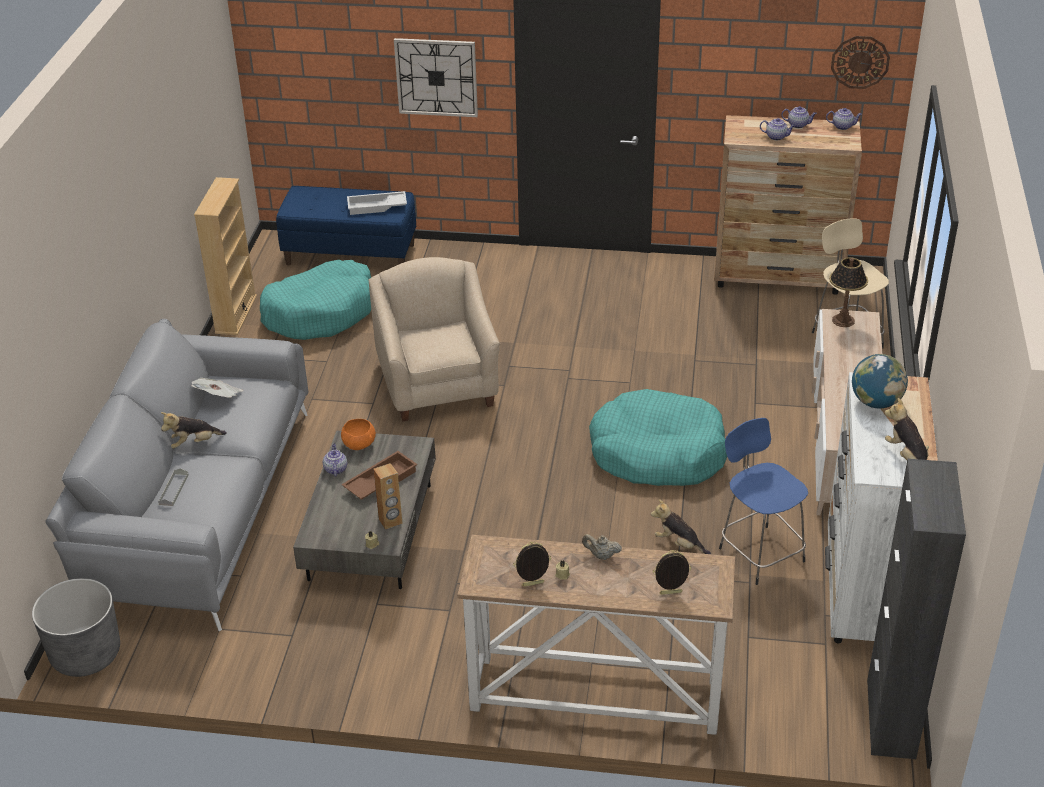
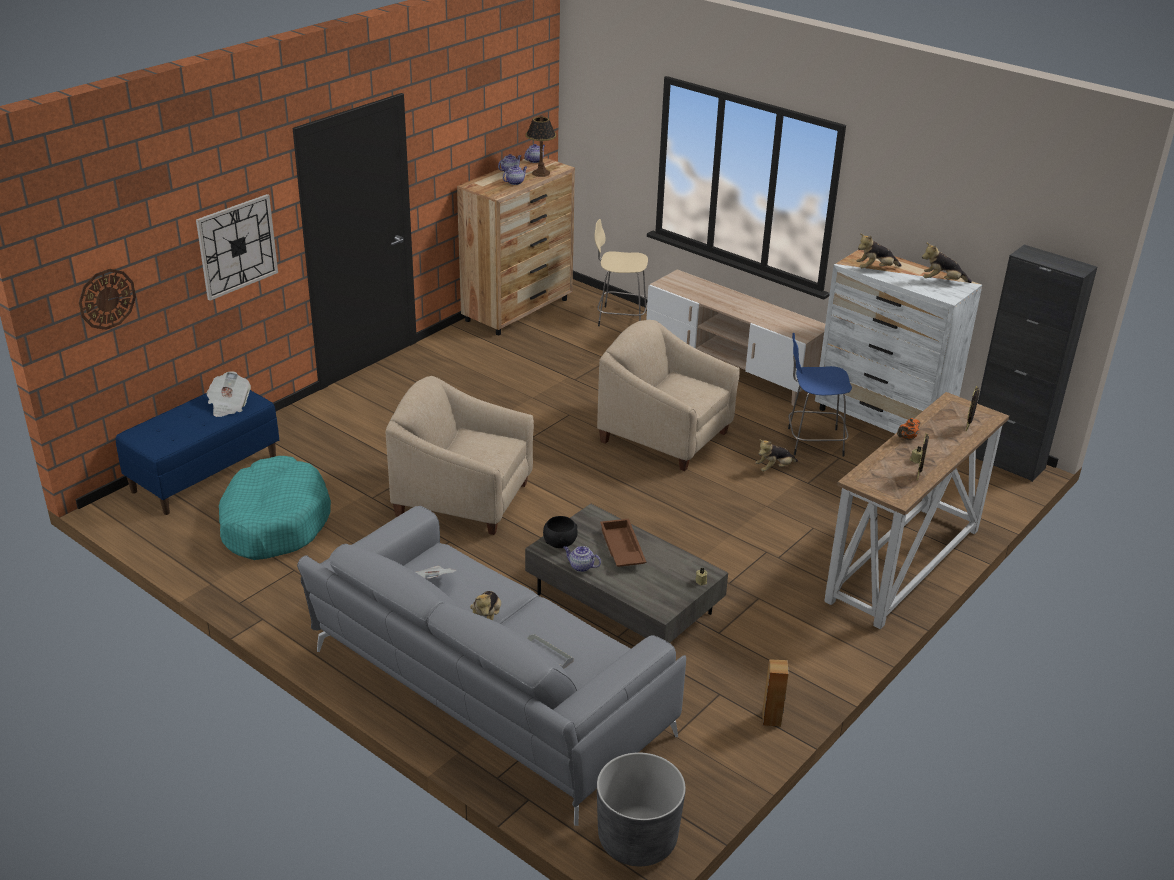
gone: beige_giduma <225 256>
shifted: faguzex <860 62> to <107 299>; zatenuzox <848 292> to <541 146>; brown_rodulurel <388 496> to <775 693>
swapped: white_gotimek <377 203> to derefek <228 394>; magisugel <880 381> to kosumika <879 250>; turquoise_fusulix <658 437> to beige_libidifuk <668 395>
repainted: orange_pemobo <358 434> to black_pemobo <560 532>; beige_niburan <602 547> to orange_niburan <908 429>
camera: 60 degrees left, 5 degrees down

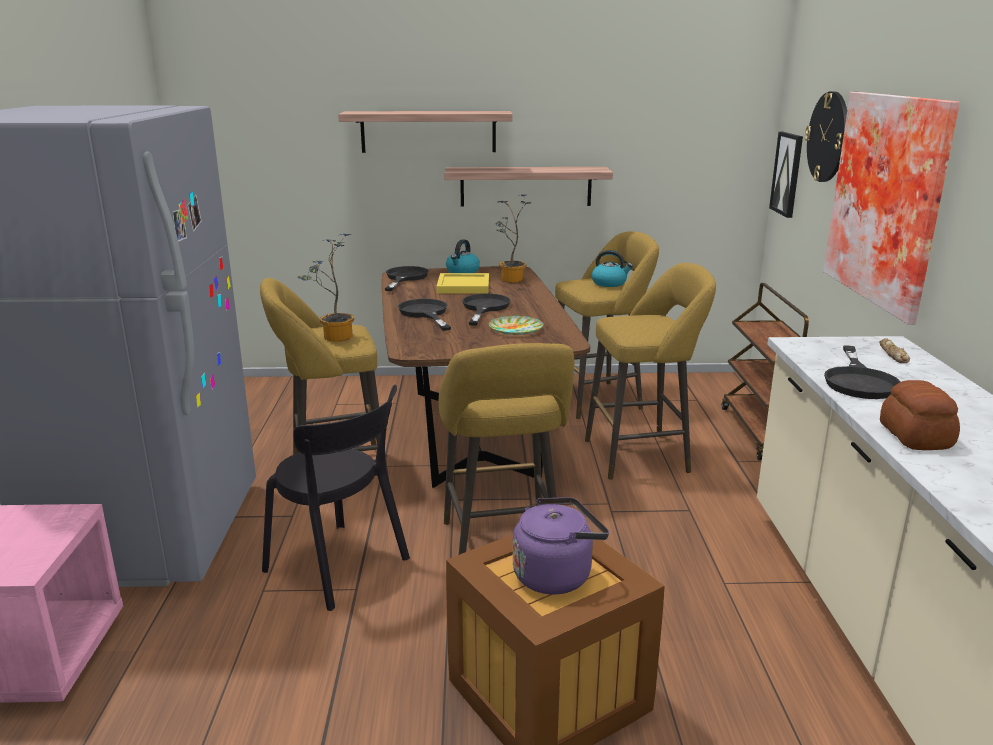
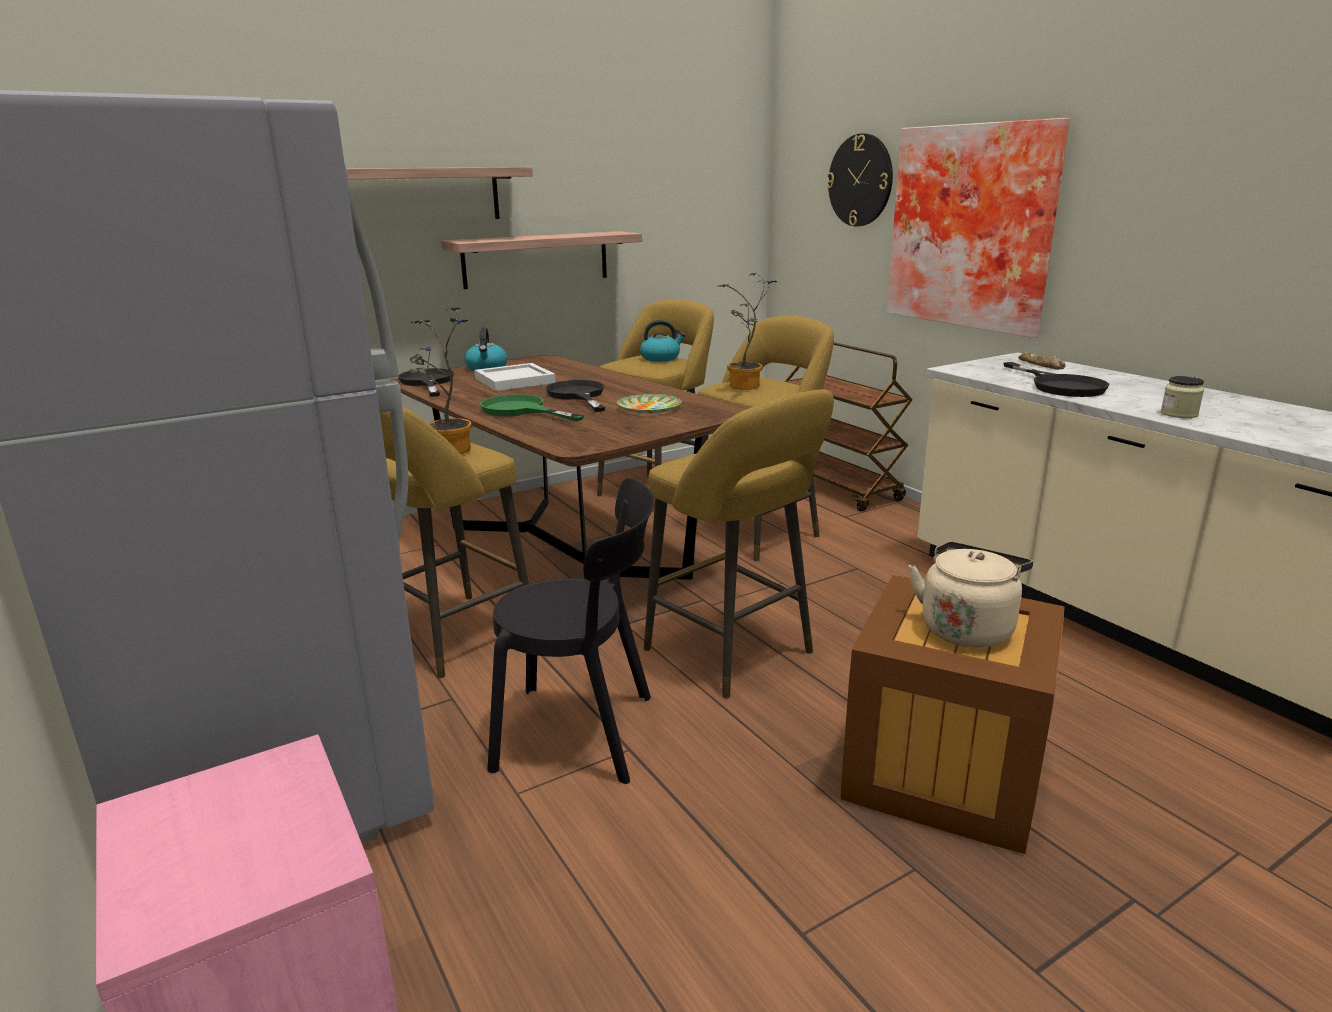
gone: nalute <786 175>
shifted: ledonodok <513 238> to <747 331>
swapped: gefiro <920 415> to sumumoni <1182 397>
repainted: yellow_gotimek <462 283> to white_gotimek <515 377>; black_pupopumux <424 315> to green_pupopumux <532 408>; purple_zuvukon <561 545> to beige_zuvukon <971 594>
camera: 30 degrees left, 0 degrees up

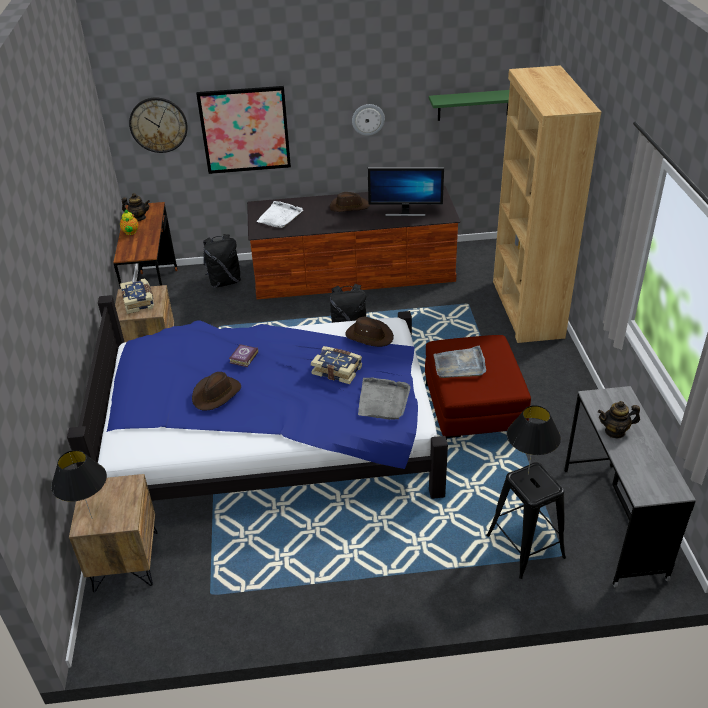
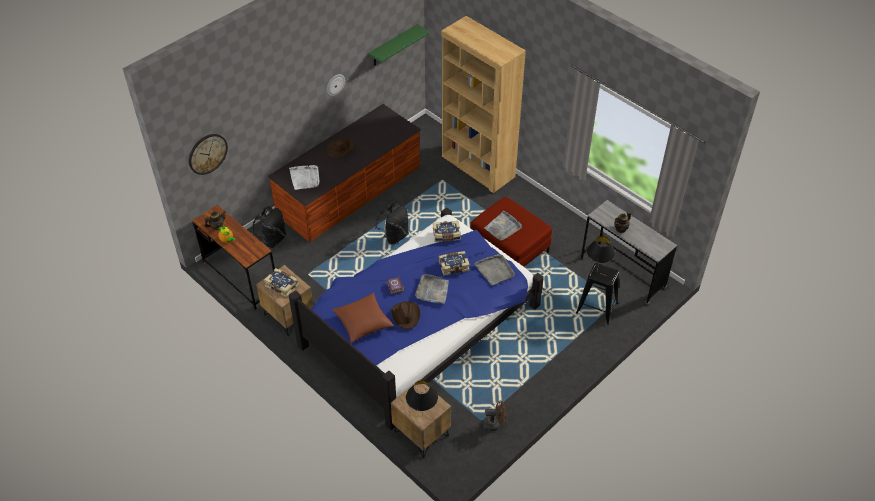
gone: nalute <243 130>; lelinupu <406 191>
new: grey_gotimek <432 289>; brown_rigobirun <363 318>; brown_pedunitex <494 416>
swapped: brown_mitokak <369 332> to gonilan <447 231>
camera: 40 degrees left, 10 degrees up

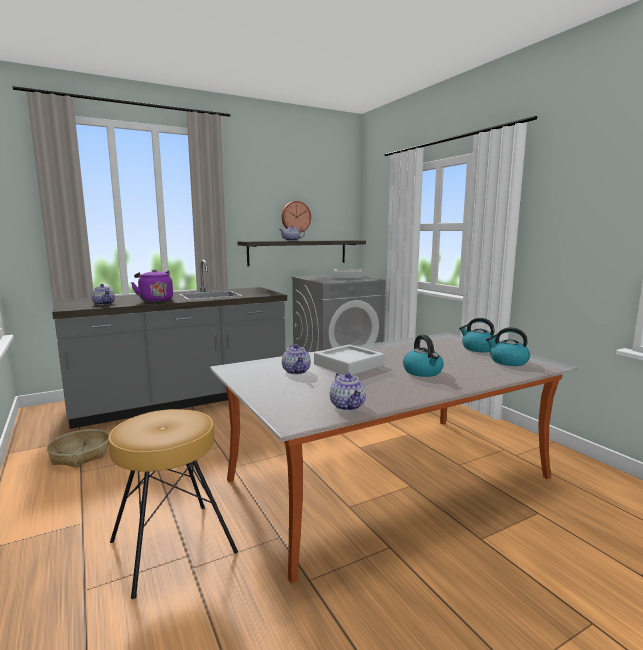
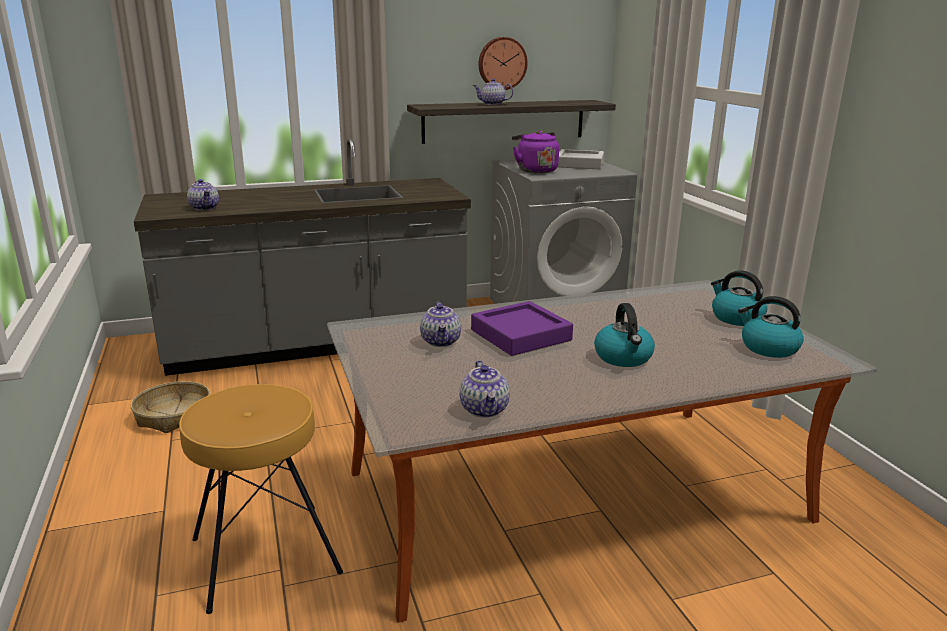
shifted: purple_zuvukon <152 285> to <535 151>
repainted: grey_gotimek <349 360> to purple_gotimek <522 328>
camera: 10 degrees right, 10 degrees up

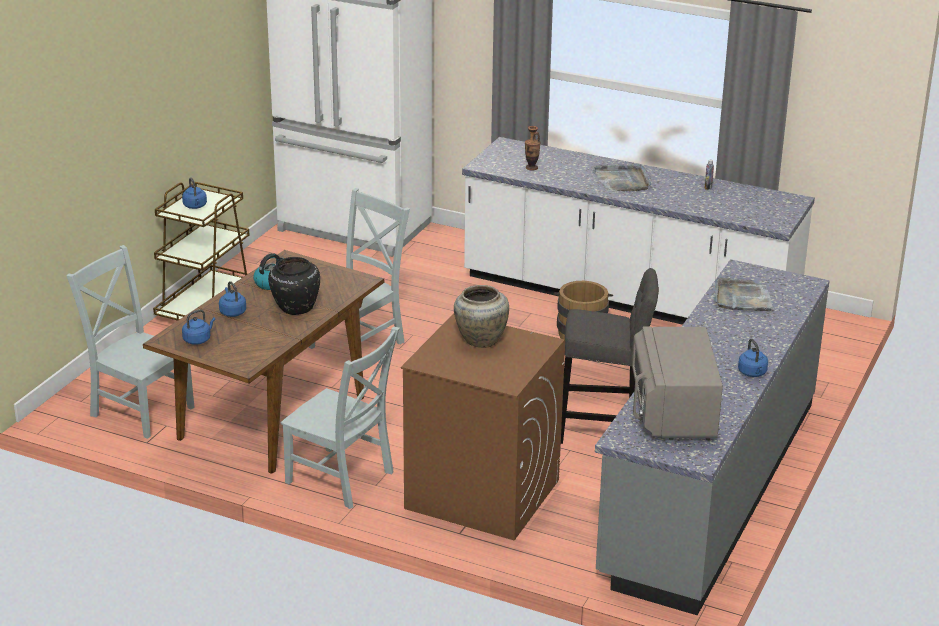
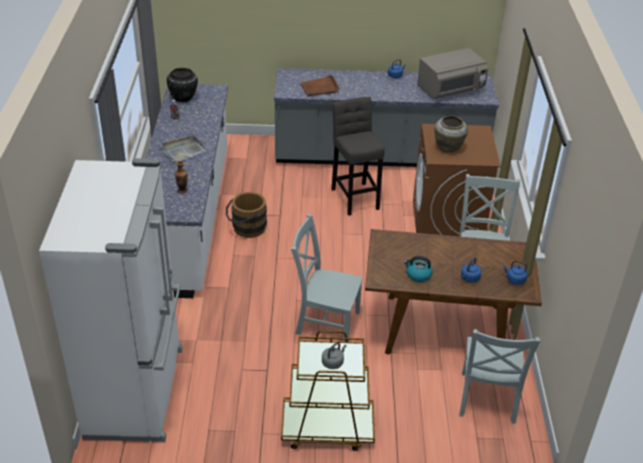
shifted: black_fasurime <294 286> to <182 85>
repainted: blue_zuvukon <194 193> to grey_zuvukon <334 355>; grey_gotimek <744 294> to brown_gotimek <320 85>
camera: 115 degrees left, 10 degrees up

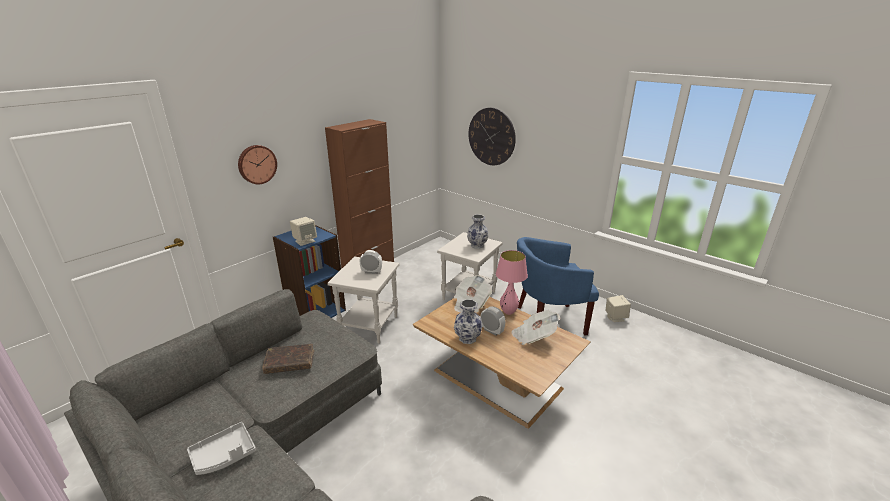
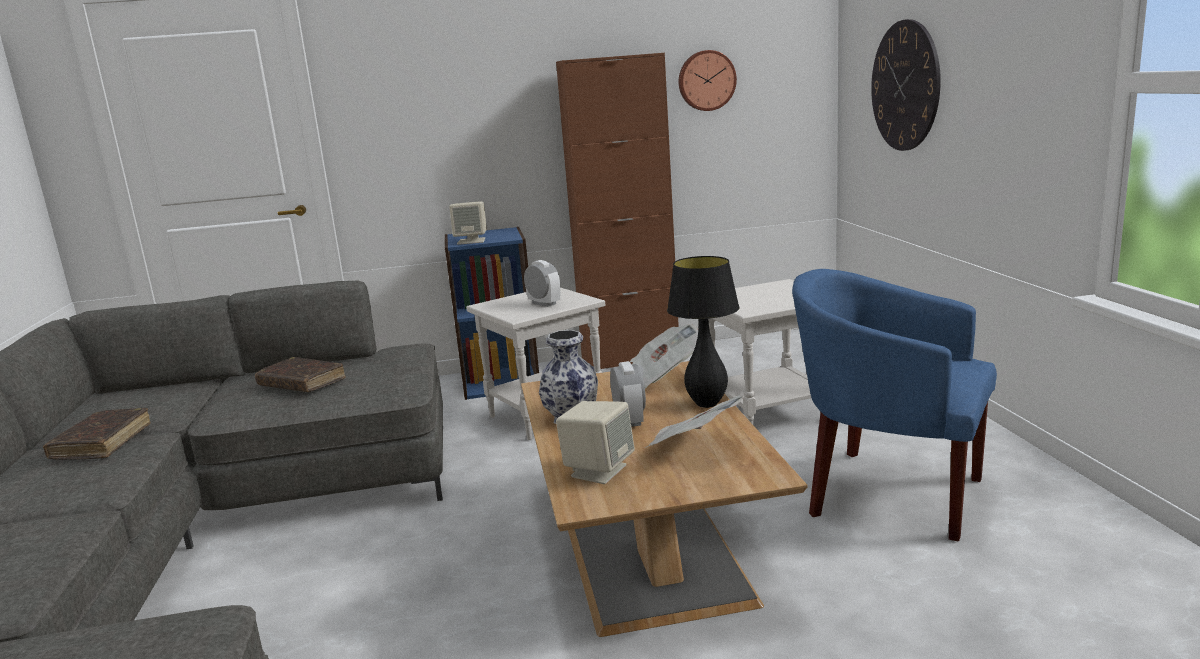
gone: fasurime <477 231>
shifted: faguzex <257 164> to <708 80>; beige_rodulurel <618 308> to <595 442>
swapped: grey_gotimek <221 448> to brown_gonilan <97 434>
repainted: pink_zatenuzox <512 282> to black_zatenuzox <703 332>
camera: 40 degrees right, 10 degrees down

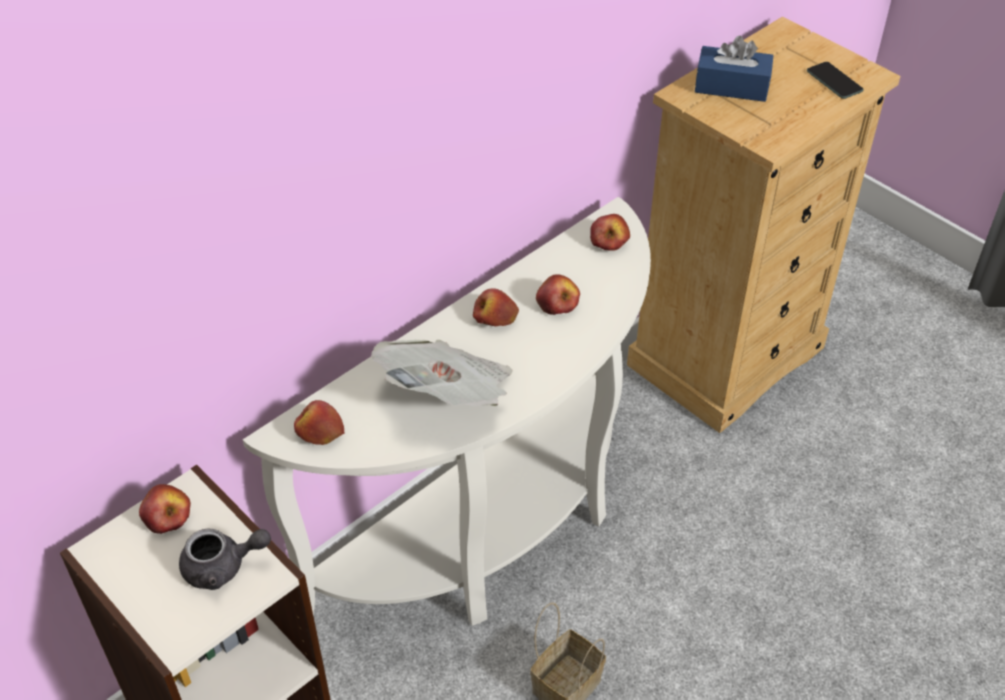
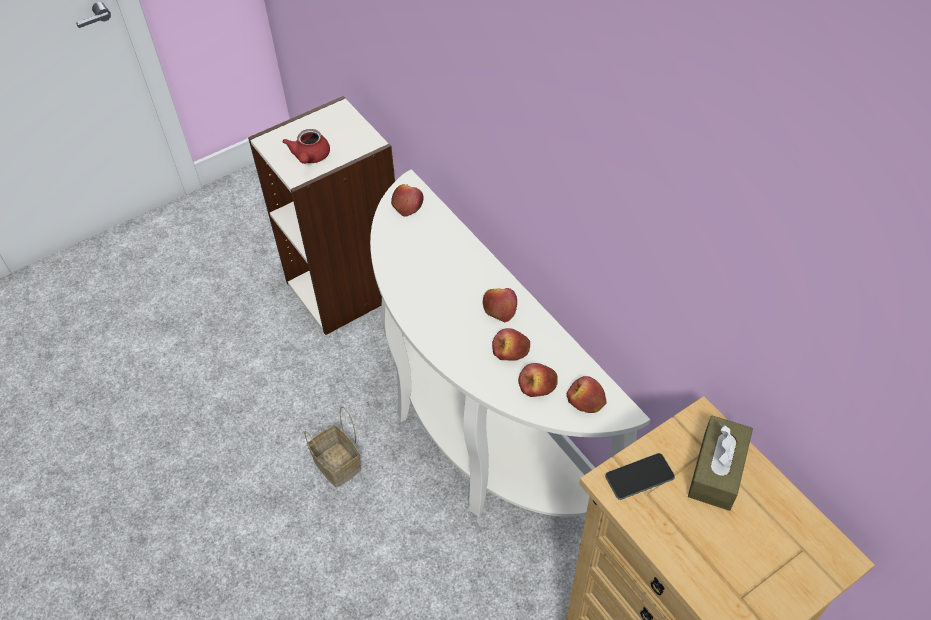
gone: derefek <442 373>
shifted: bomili <835 80> to <640 476>; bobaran <165 509> to <538 380>
repainted: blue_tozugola <734 69> to brown_tozugola <720 463>; grey_niburan <225 559> to red_niburan <306 146>
camera: 100 degrees right, 5 degrees up

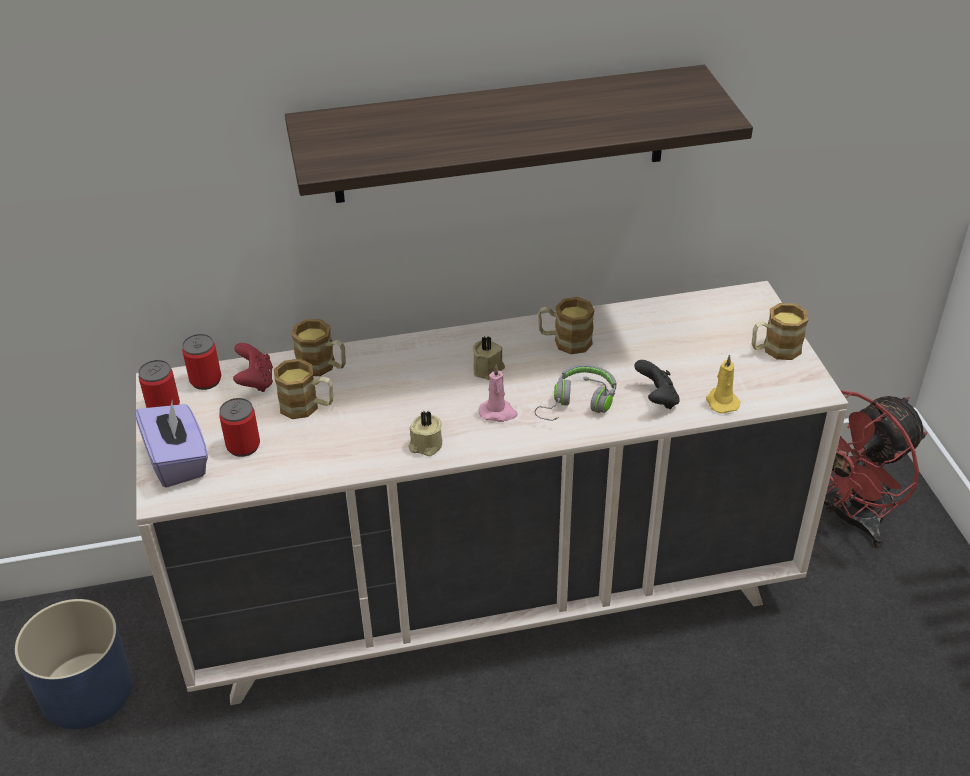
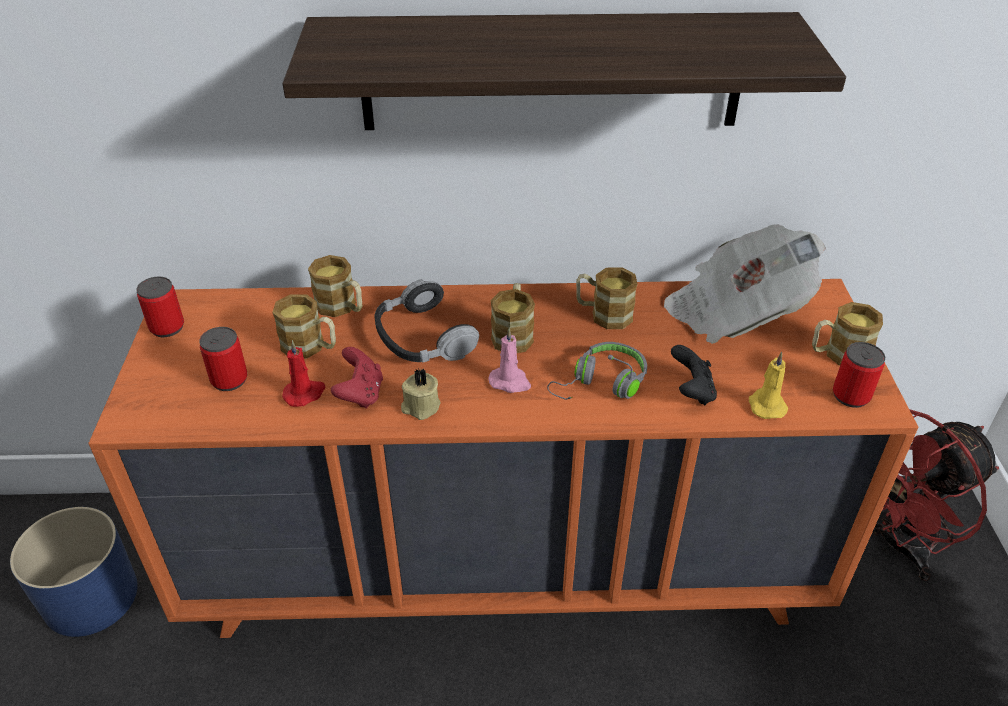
gone: purple_tozugola <171 445>
new: derefek <745 284>; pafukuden <426 321>; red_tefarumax <303 373>
shifted: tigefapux <201 362> to <859 375>; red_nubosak <253 367> to <357 378>
swapped: beige_tefarumax <488 358> to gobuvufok <513 318>
repainted: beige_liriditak <492 493> to orange_liriditak <503 458>
camera: 10 degrees right, 0 degrees up

